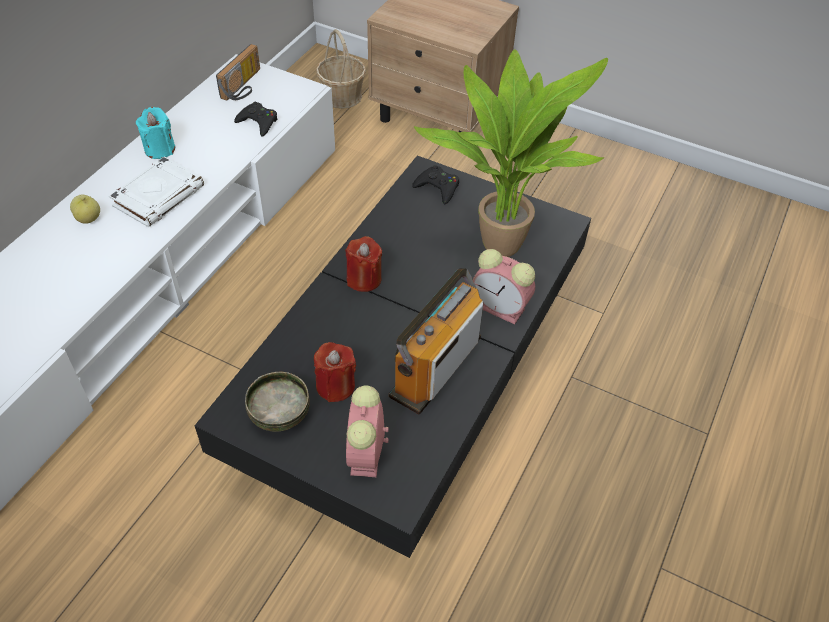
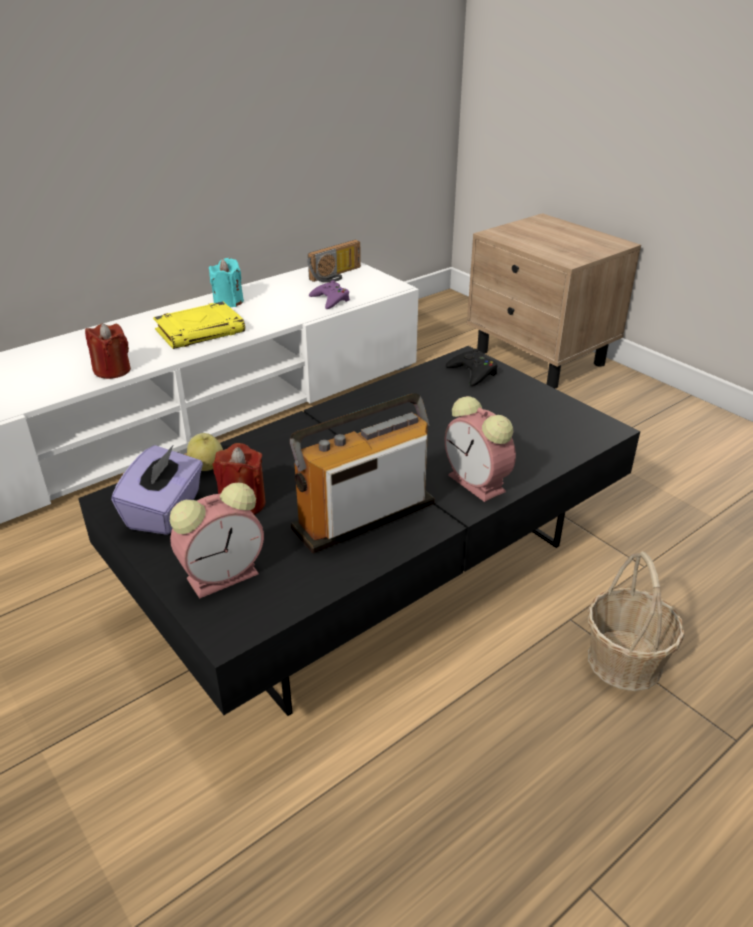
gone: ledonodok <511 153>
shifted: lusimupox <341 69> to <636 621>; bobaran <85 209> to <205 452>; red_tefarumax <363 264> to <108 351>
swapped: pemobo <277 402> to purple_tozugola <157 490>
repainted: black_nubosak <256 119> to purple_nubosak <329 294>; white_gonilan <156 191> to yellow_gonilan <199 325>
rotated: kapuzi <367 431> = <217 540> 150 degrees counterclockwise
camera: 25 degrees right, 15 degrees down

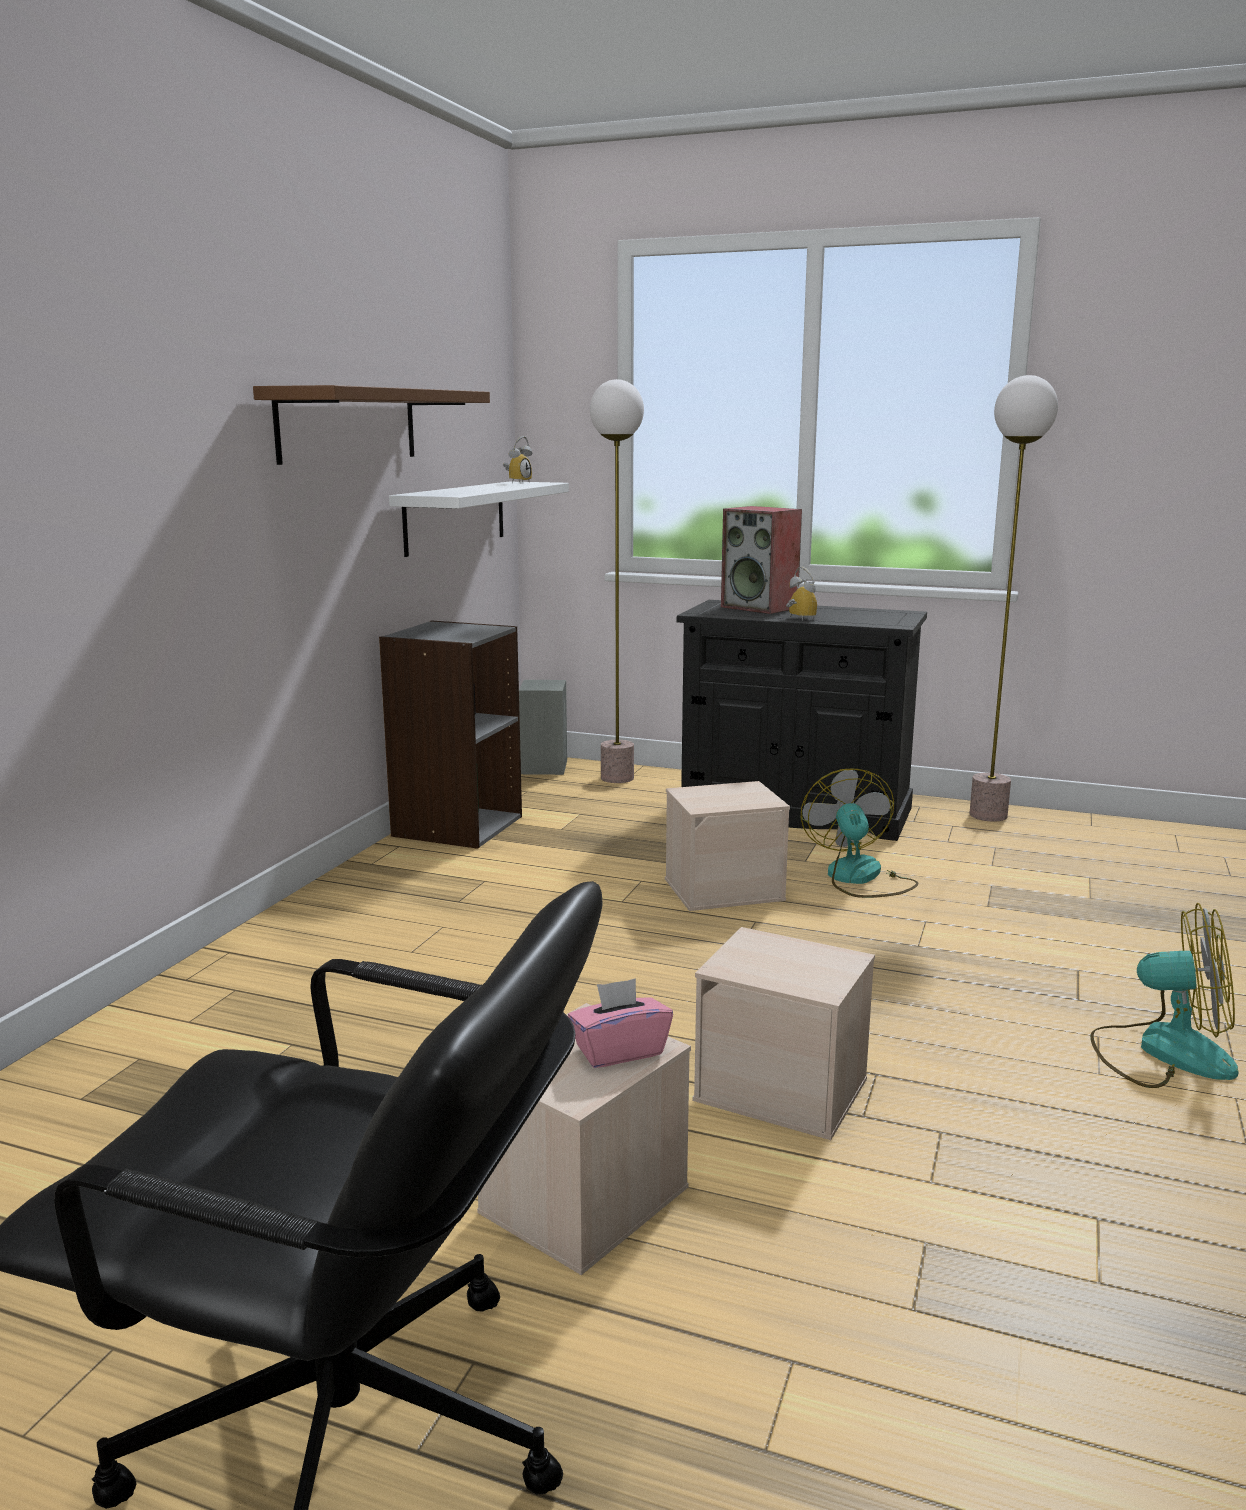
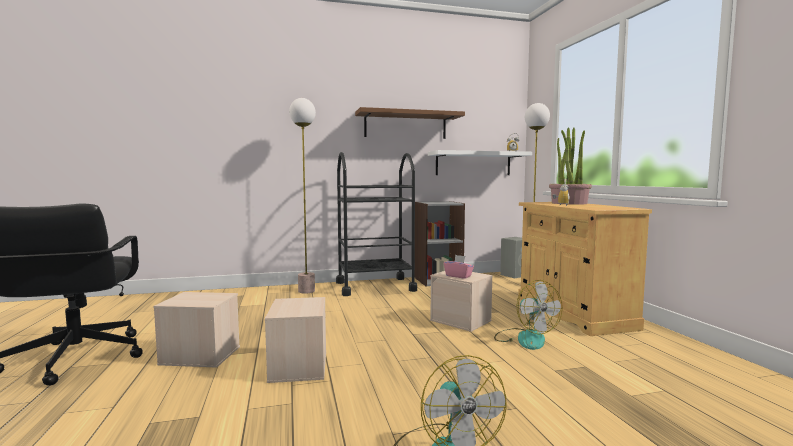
new: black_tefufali <376 224>
shifted: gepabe <1013 598> to <302 196>; pink_tozugola <620 1023> to <459 267>
swapped: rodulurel <761 560> to ledonodok <570 166>
repainted: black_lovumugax <802 720> to beige_lovumugax <585 269>
rotated: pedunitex <860 833> = <528 315> 105 degrees clockwise
camera: 55 degrees right, 10 degrees down

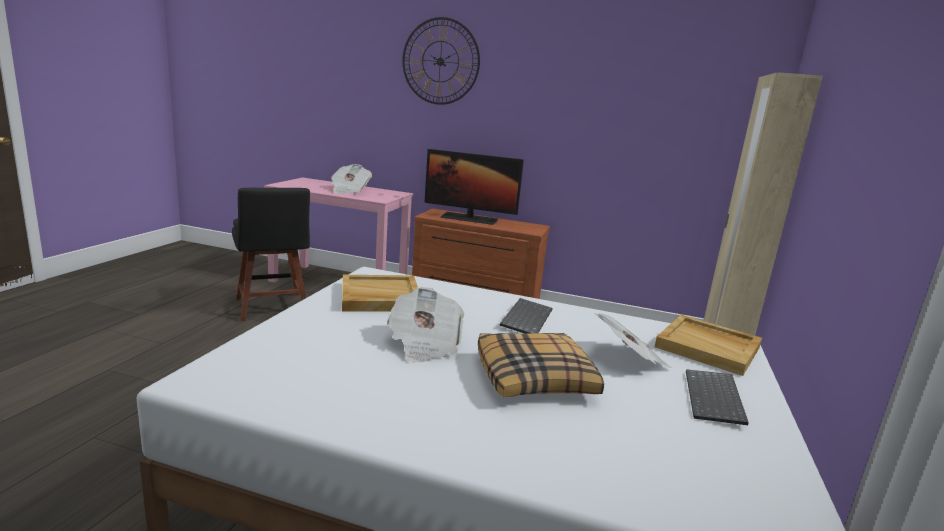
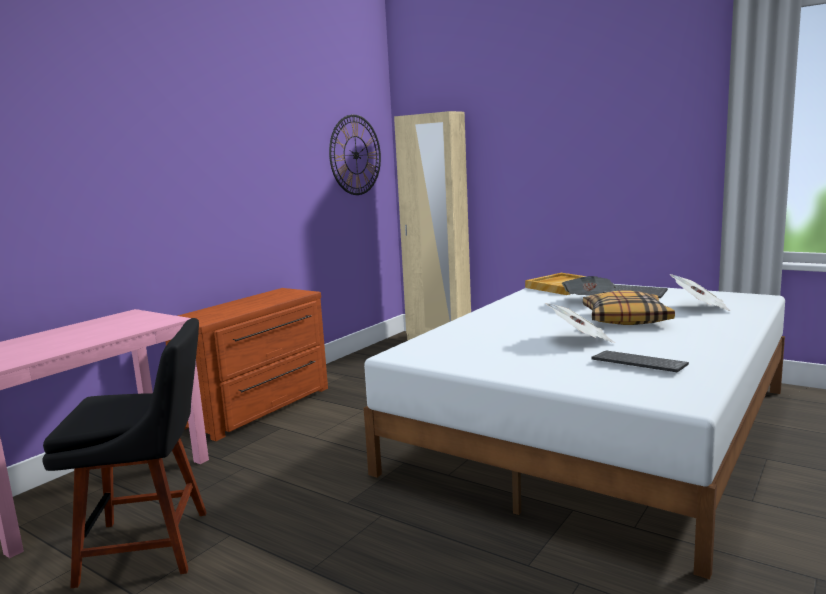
gone: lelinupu <474 187>; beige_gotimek <380 293>
shifted: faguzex <441 61> to <355 154>; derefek <351 179> to <700 292>; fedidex <526 315> to <640 361>
camera: 70 degrees left, 5 degrees down

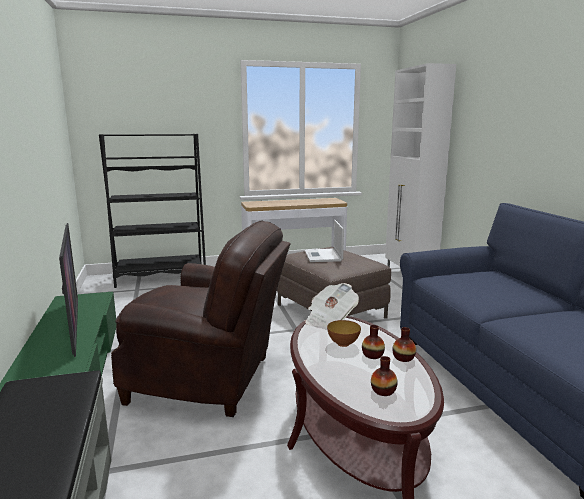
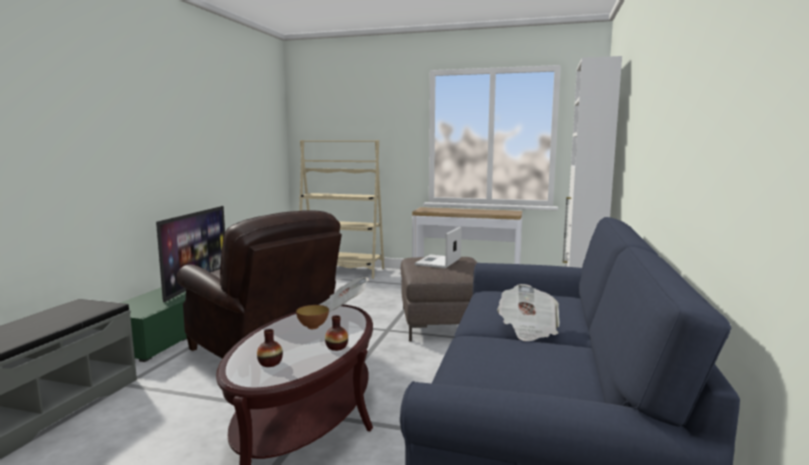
gone: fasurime <373 342>
new: derefek <528 312>
repainted: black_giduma <152 211> to beige_giduma <341 209>
camera: 30 degrees right, 5 degrees down

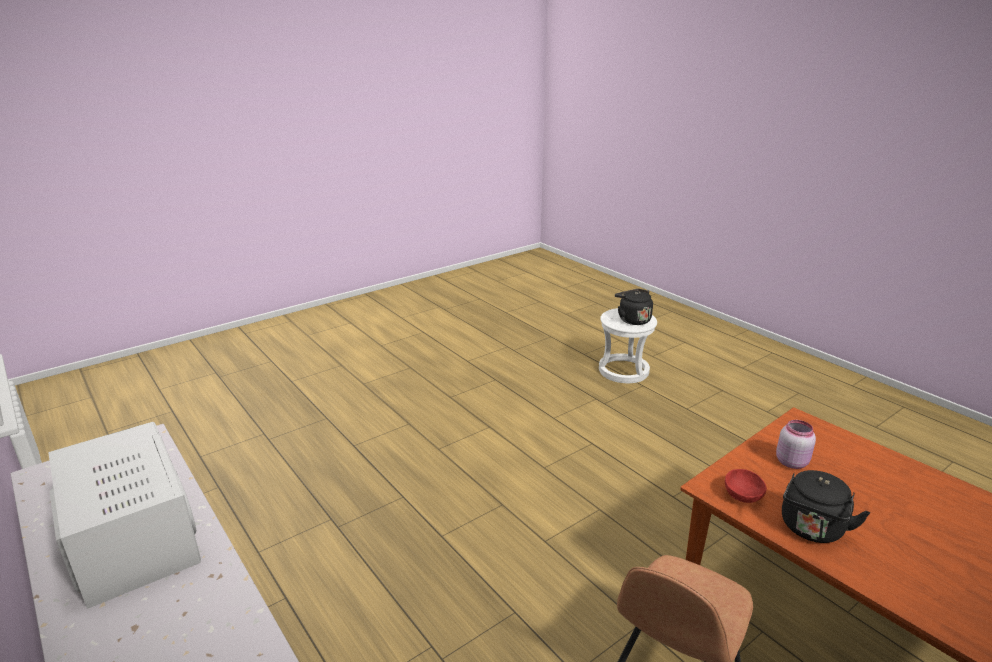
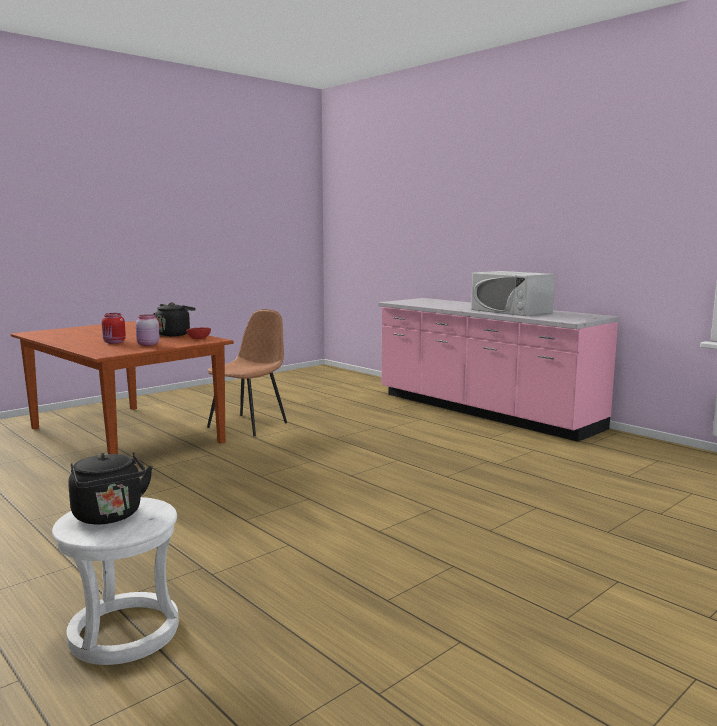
new: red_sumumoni <114 328>
camera: 175 degrees right, 15 degrees down

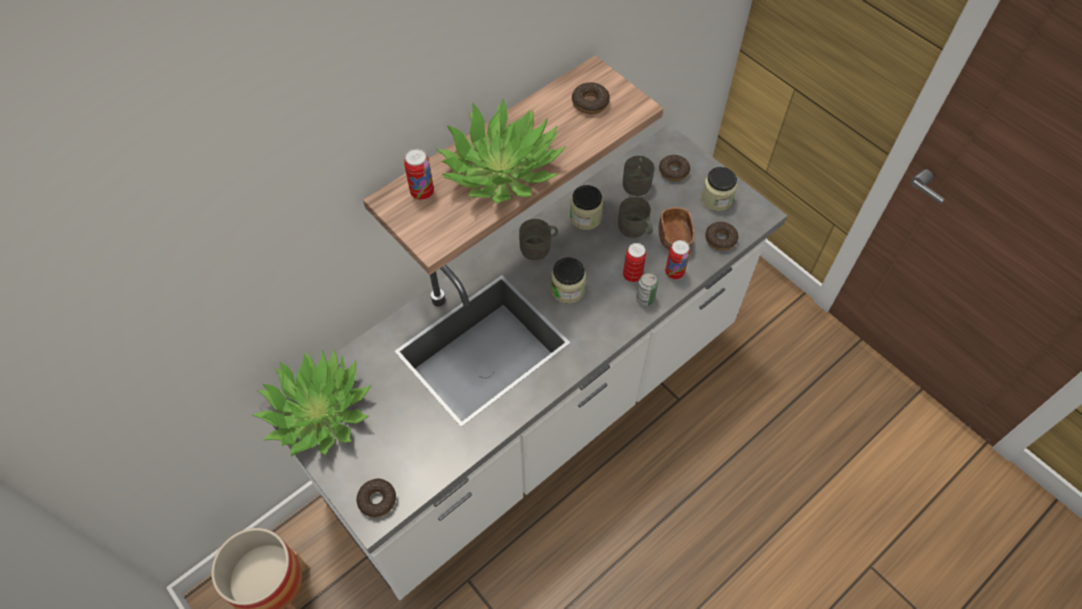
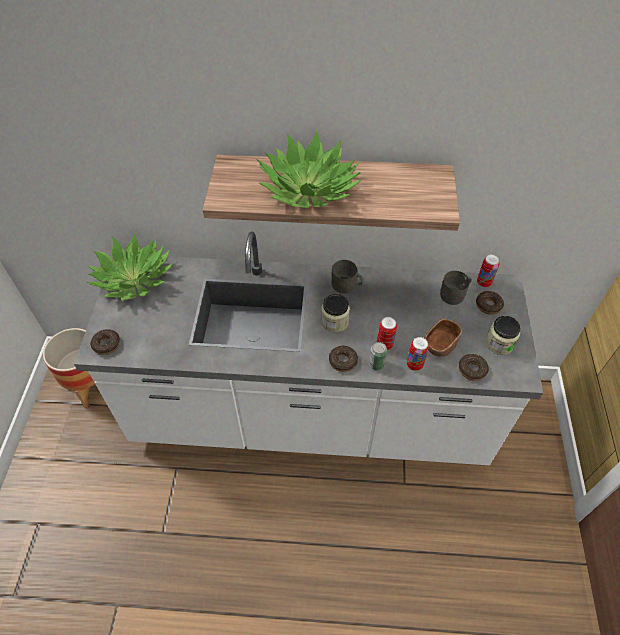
gone: sumumoni <586 207>; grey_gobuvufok <635 217>
shifted: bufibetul <591 98> to <343 359>; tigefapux <419 174> to <488 271>
camera: 45 degrees right, 5 degrees down

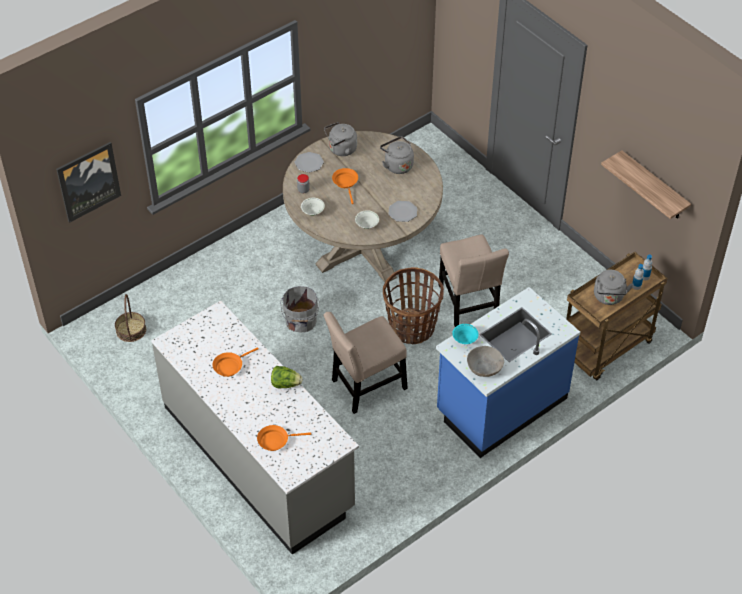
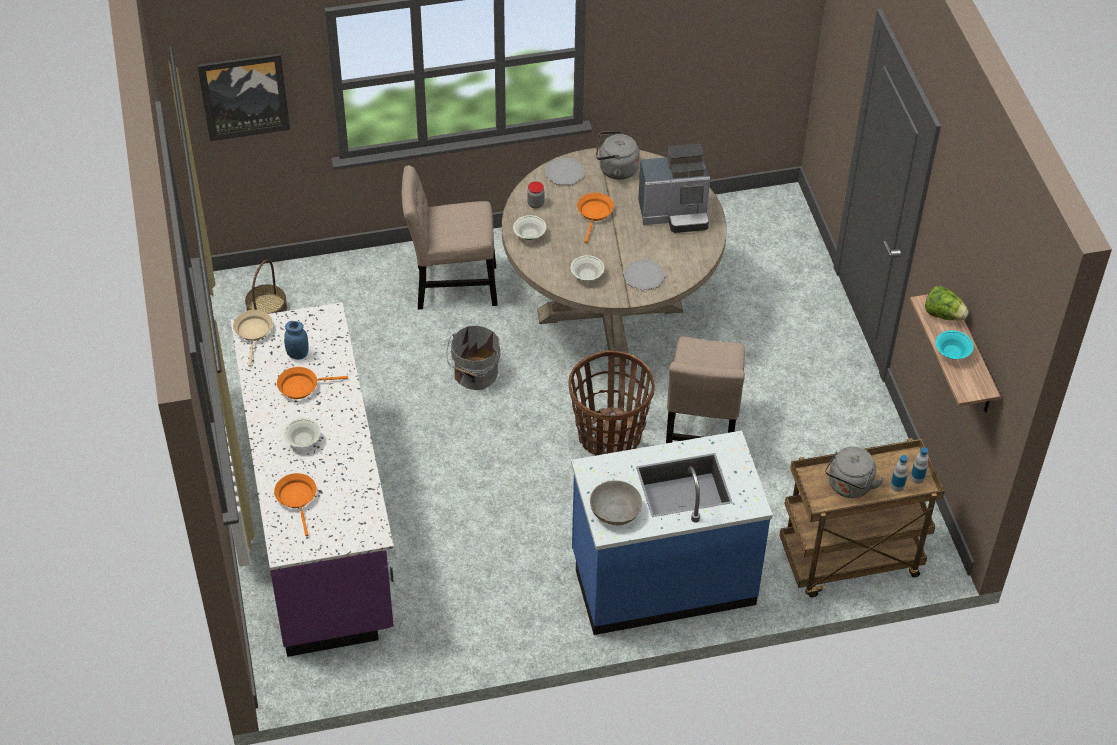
new: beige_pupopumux <253 338>; blue_sumumoni <296 340>; white_pemobo <302 432>
shifted: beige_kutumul <366 363> to <449 237>; turquoise_pemobo <465 334> to <954 344>; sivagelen <286 377> to <947 303>
swapped: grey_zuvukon <397 155> to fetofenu <674 188>
repainted: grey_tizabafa <255 427> to purple_tizabafa <312 479>
rotated: orange_pupopumux <284 438> = <295 504> 60 degrees clockwise
camera: 25 degrees right, 0 degrees up

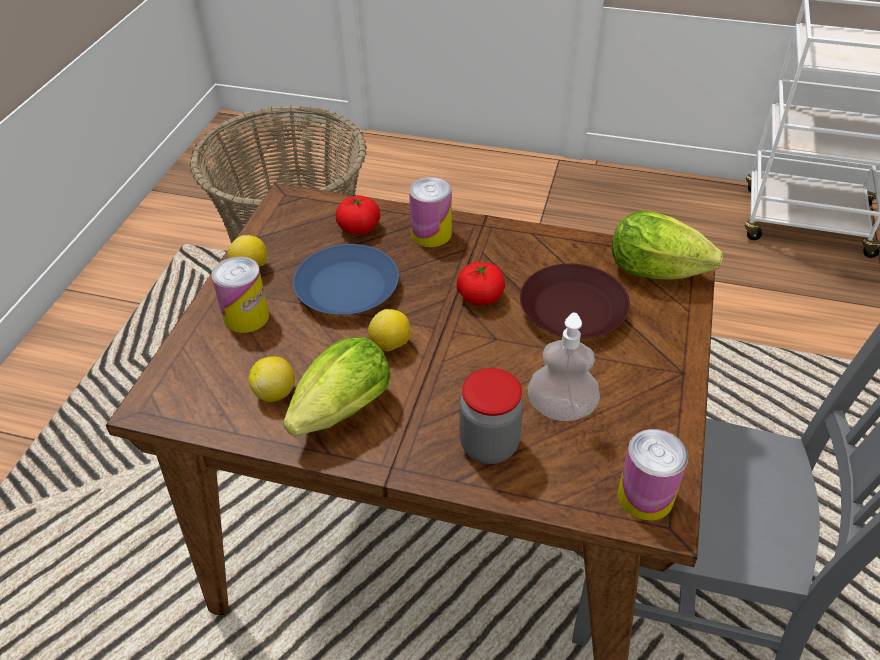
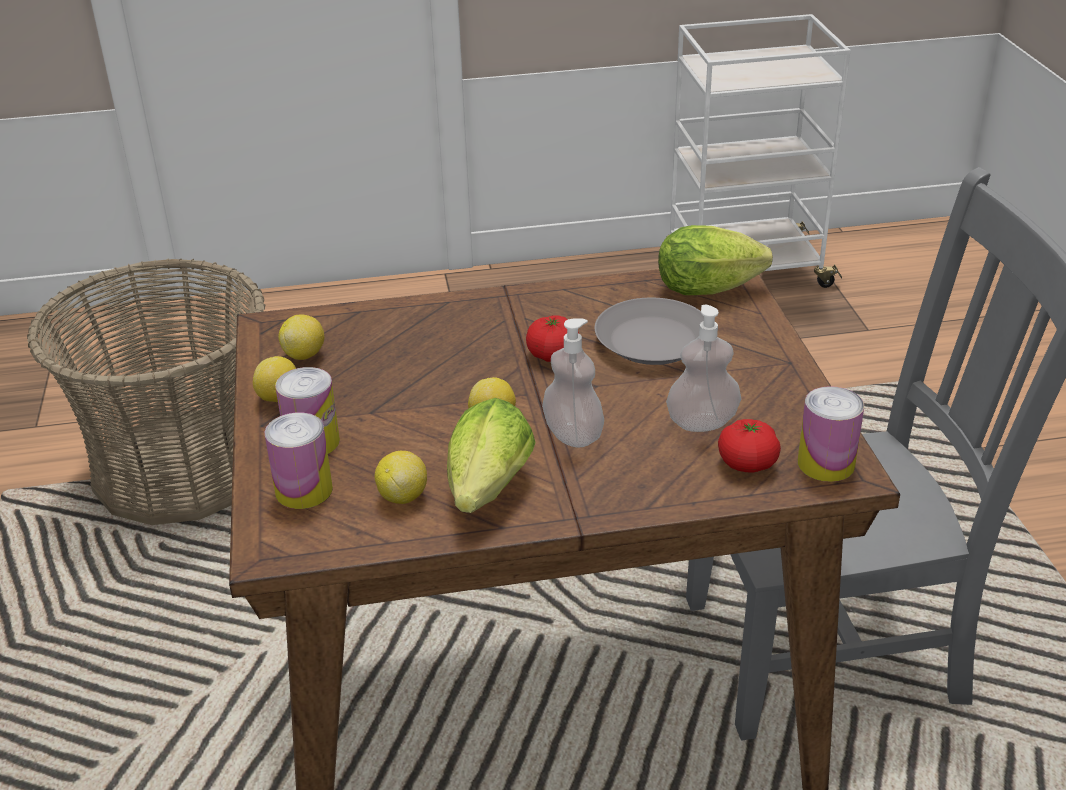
gone: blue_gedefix <346 279>; sumumoni <491 416>
new: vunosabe <301 337>; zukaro <573 383>
shifted: tigefapux <430 212> to <298 460>; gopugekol <358 214> to <749 446>
repainted: brown_gedefix <575 301> to grey_gedefix <649 331>
camera: 25 degrees left, 10 degrees down

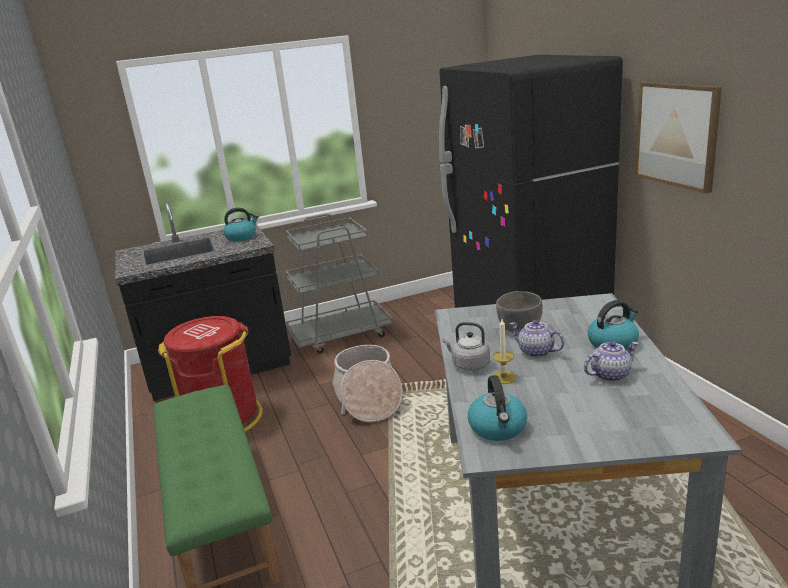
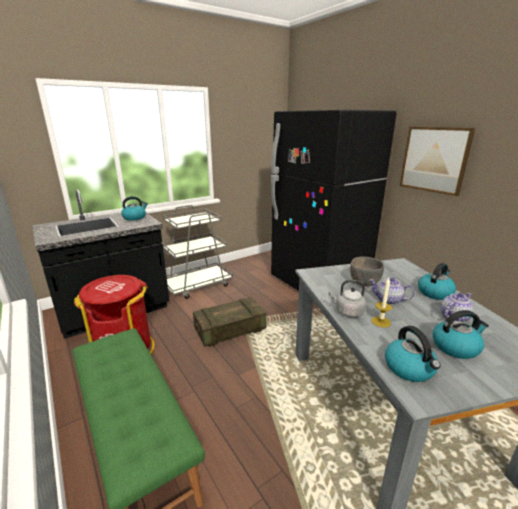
new: zuvukon <461 334>
swapped: lusimupox <367 383> to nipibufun <230 322>
camera: 15 degrees left, 0 degrees up

